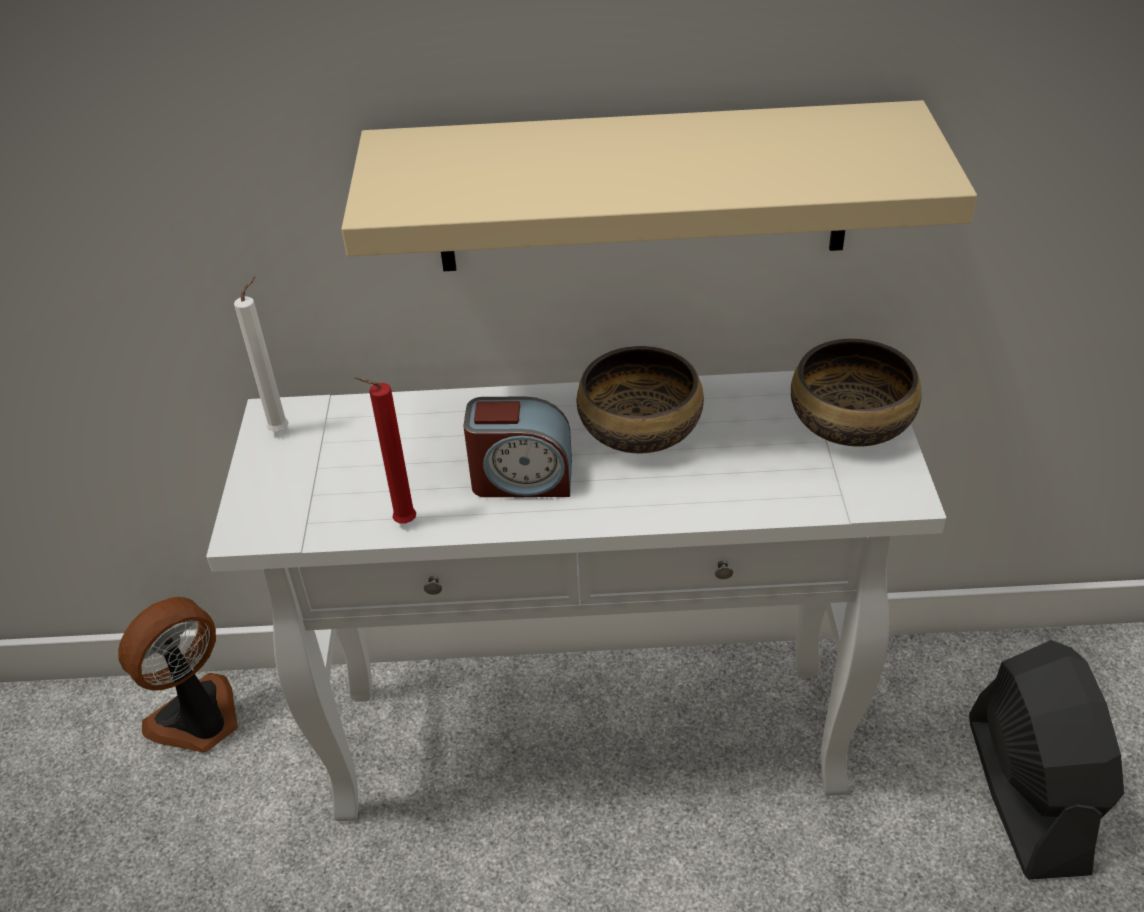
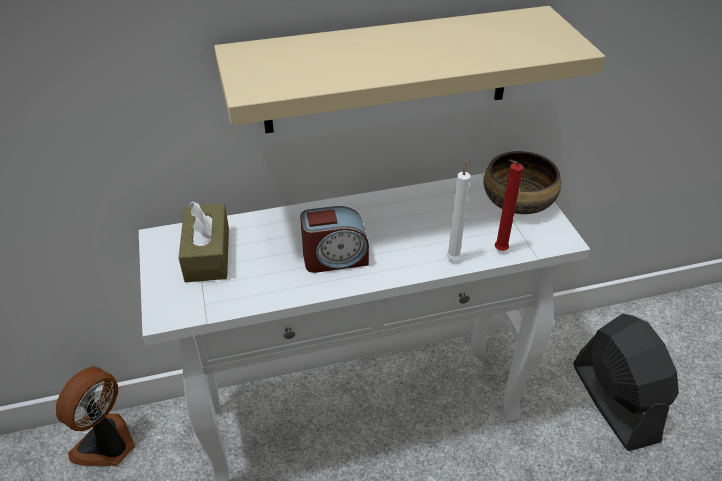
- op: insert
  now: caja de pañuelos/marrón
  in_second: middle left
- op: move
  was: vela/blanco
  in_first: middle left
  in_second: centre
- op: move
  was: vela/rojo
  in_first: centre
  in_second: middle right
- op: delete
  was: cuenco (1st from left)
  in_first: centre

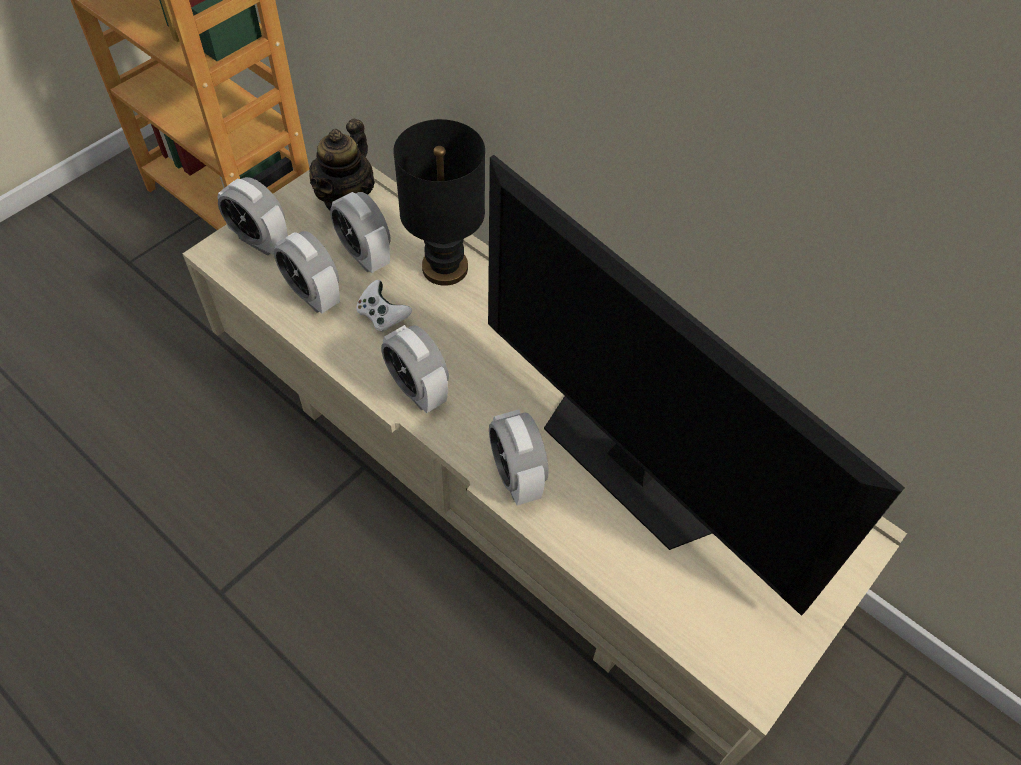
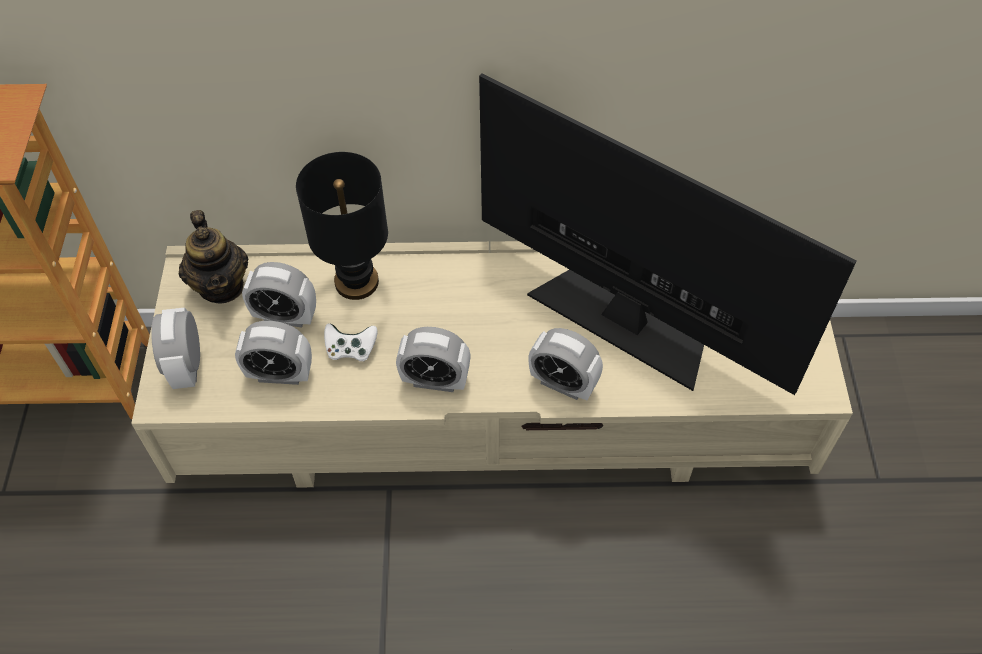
- op: rotate
  was: despertador (1st from left)
  in_first: top left
  in_second: middle left
  clockwise: 90
- op: rotate
  was: televisor
  in_first: middle right
  in_second: middle right
  clockwise: -150

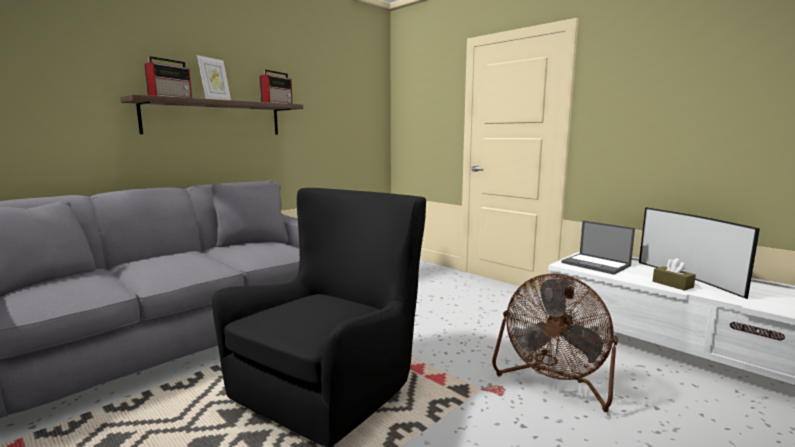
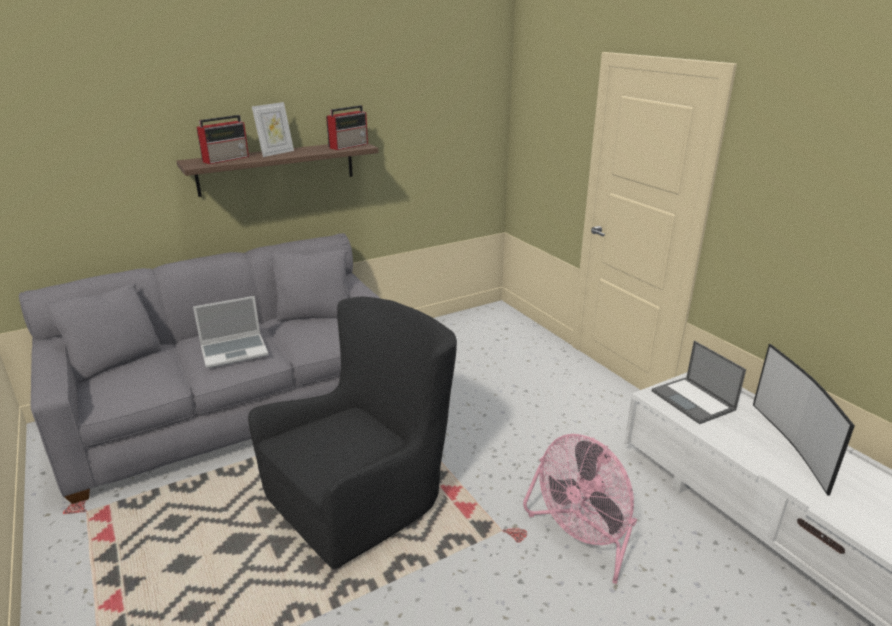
- op: insert
  now: portátil (1st from left)
  in_second: middle left
- op: recolor
  was: ventilador/marrón
  now: ventilador/rosa
  in_first: bottom right
  in_second: bottom centre
- op: delete
  was: caja de pañuelos/marrón
  in_first: middle right

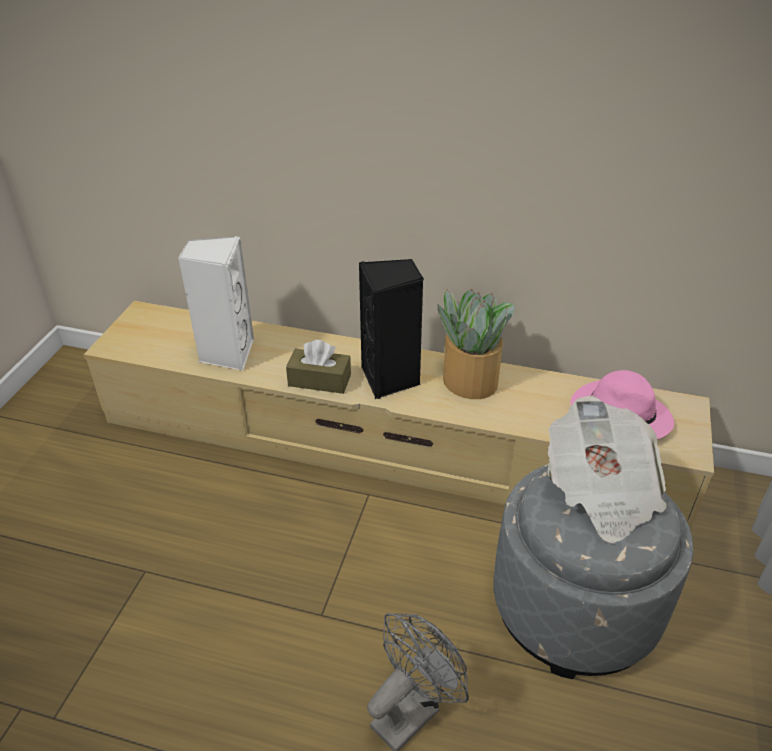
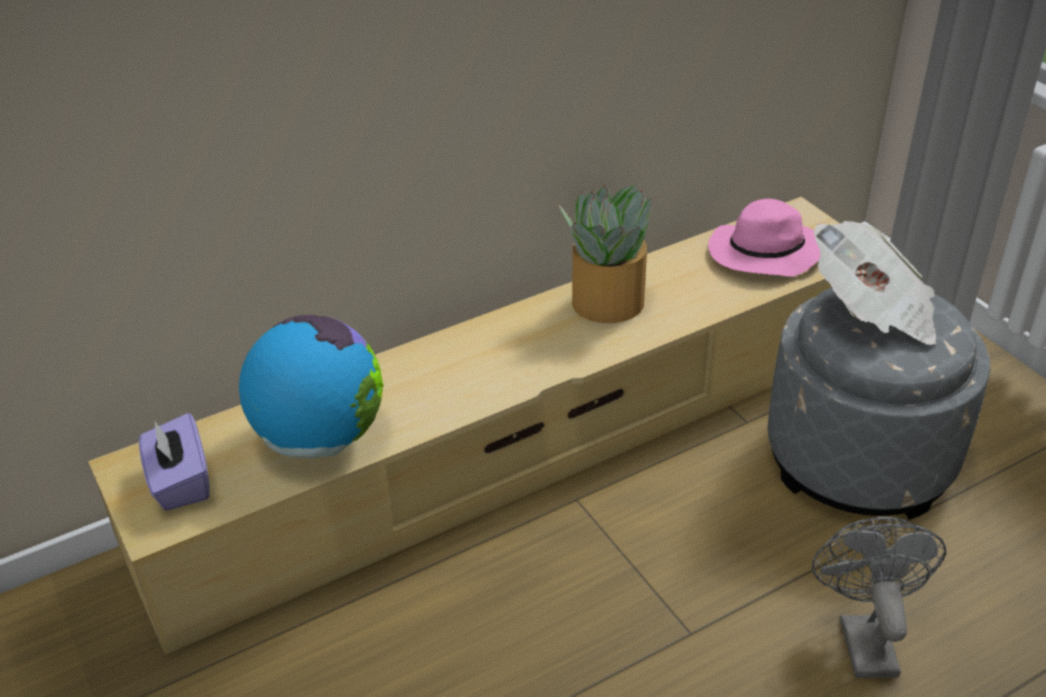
- op: insert
  now: caja de pañuelos/morado
  in_second: middle left
- op: replace
  was: altavoz/blanco
  now: globo terráqueo
  in_first: middle left
  in_second: middle left
- op: delete
  was: caja de pañuelos/marrón
  in_first: centre
- op: delete
  was: altavoz/negro
  in_first: centre

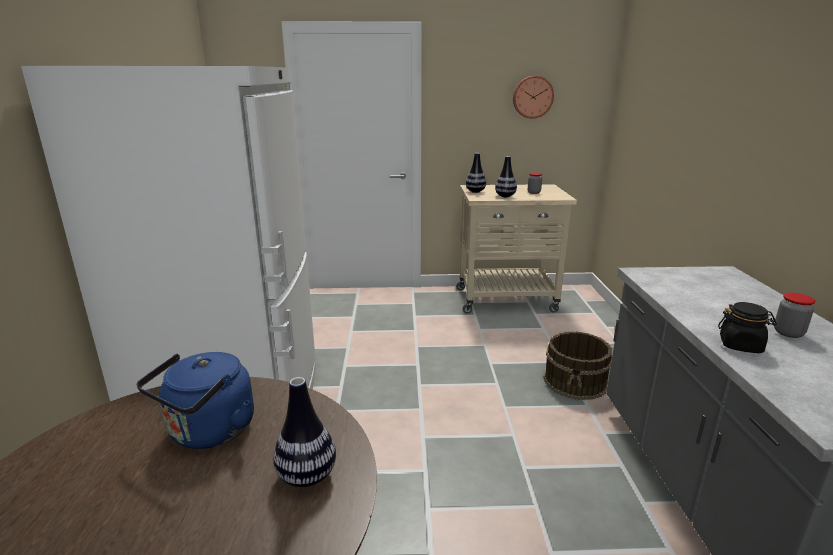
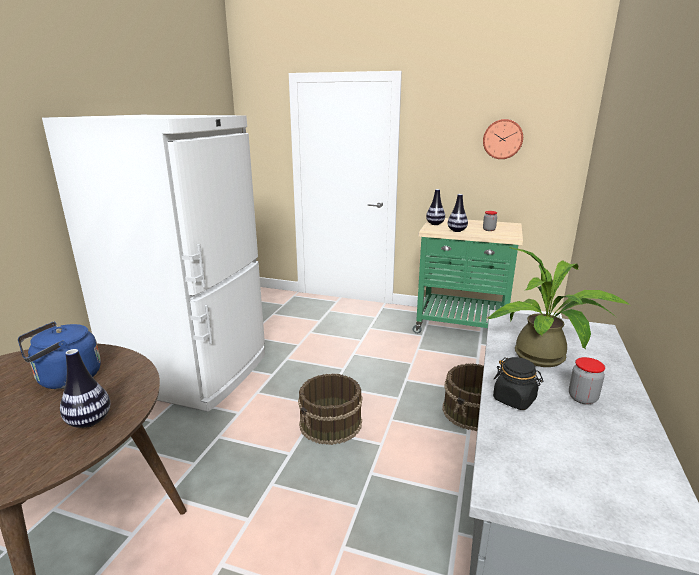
- op: insert
  now: cubo/marrón (1st from left)
  in_second: bottom centre
- op: recolor
  was: carrito/beis
  now: carrito/verde
  in_first: centre
  in_second: middle right
- op: insert
  now: planta en maceta
  in_second: middle right

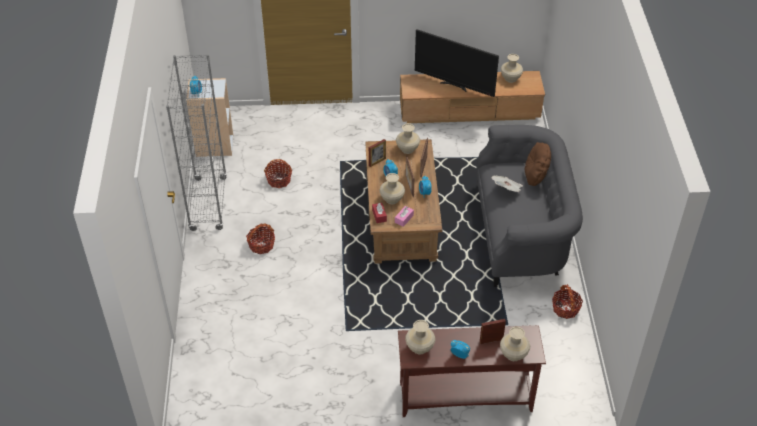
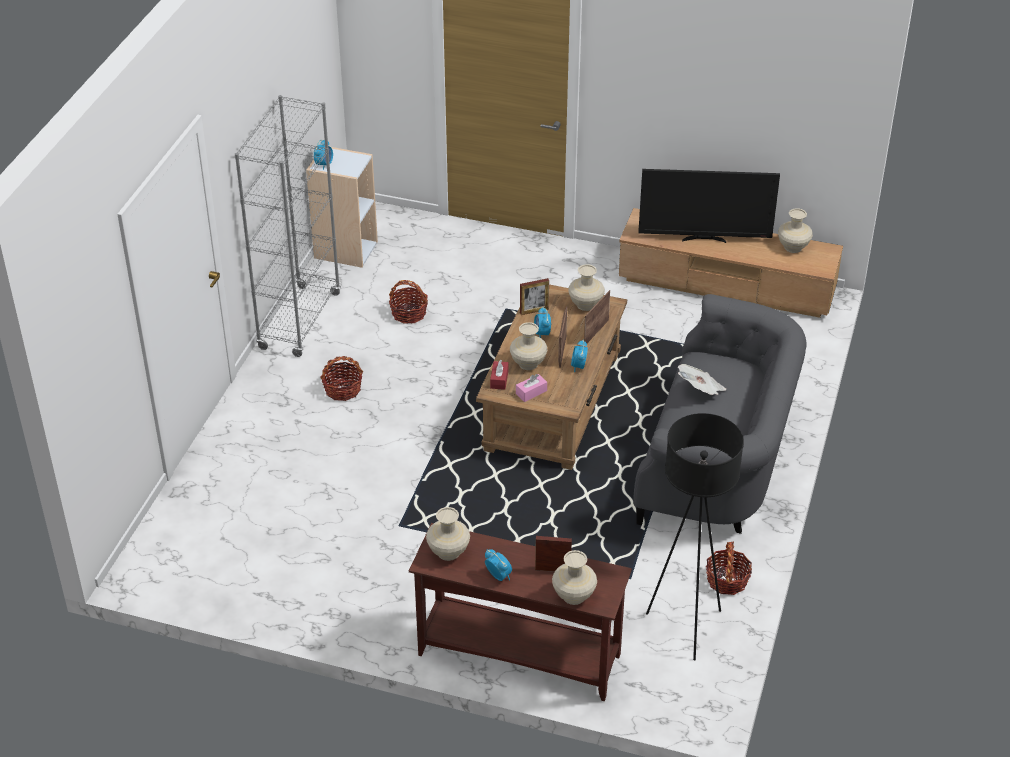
- op: rotate
  was: televisor
  in_first: top centre
  in_second: top right
  clockwise: -45
- op: insert
  now: lámpara de pie/negro
  in_second: bottom right
- op: delete
  was: cojín/marrón
  in_first: middle right

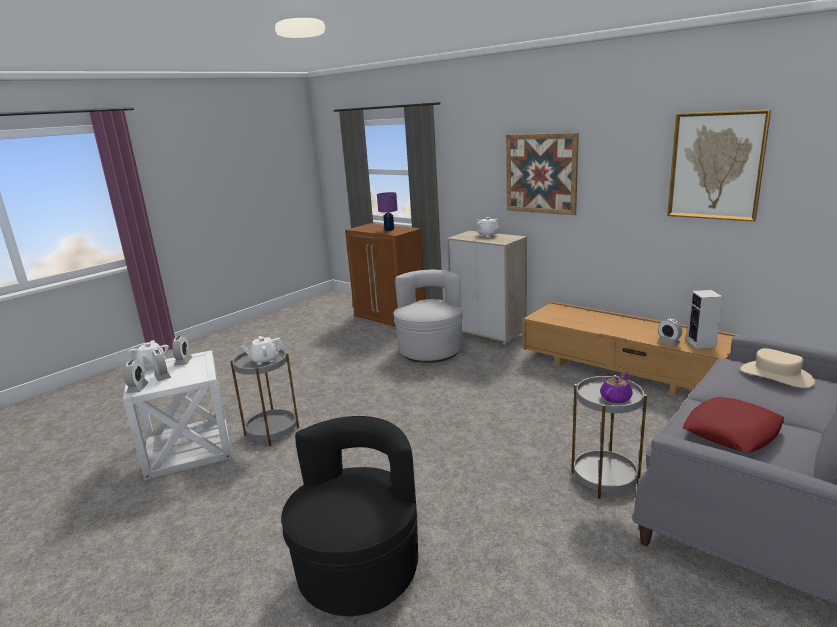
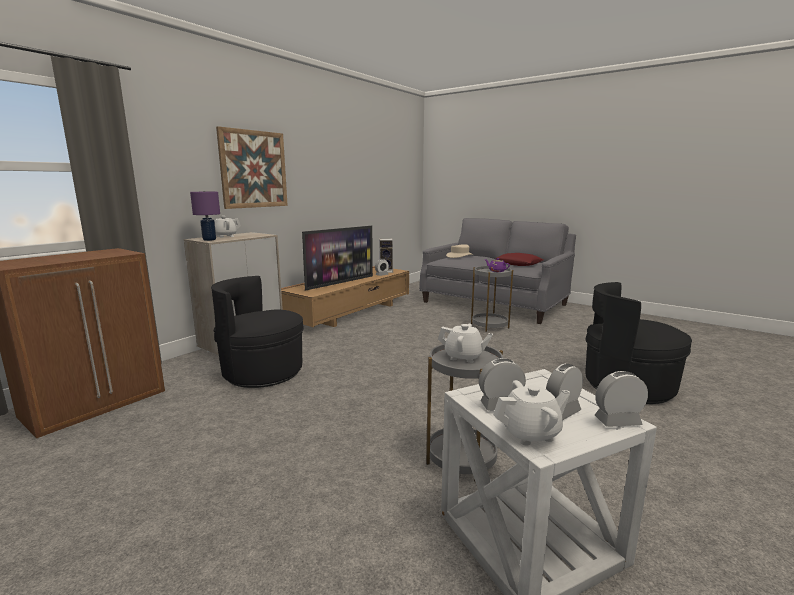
- op: move
  was: lámpara de mesa/morado
  in_first: centre
  in_second: middle left
- op: recolor
  was: sillón/blanco
  now: sillón/negro (1st from left)
  in_first: centre
  in_second: middle left
- op: insert
  now: televisor
  in_second: centre
- op: rotate
  was: tetera/blanco (2nd from left)
  in_first: middle left
  in_second: centre
  clockwise: -45
- op: delete
  was: cuadro (2nd from left)
  in_first: top right

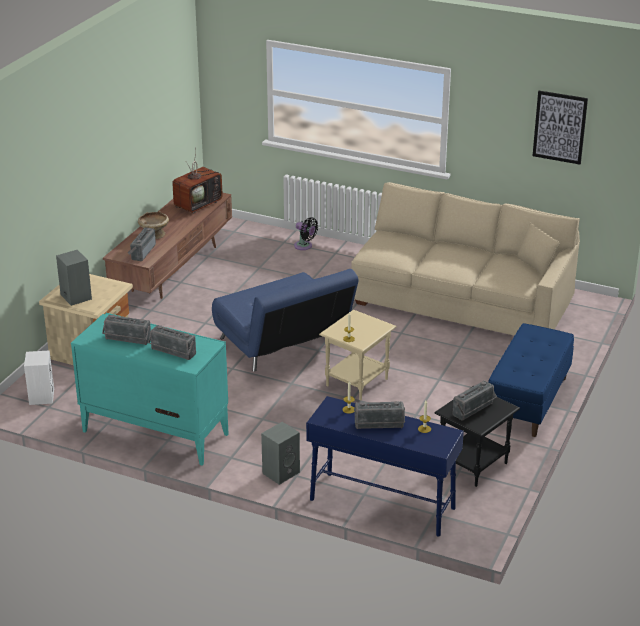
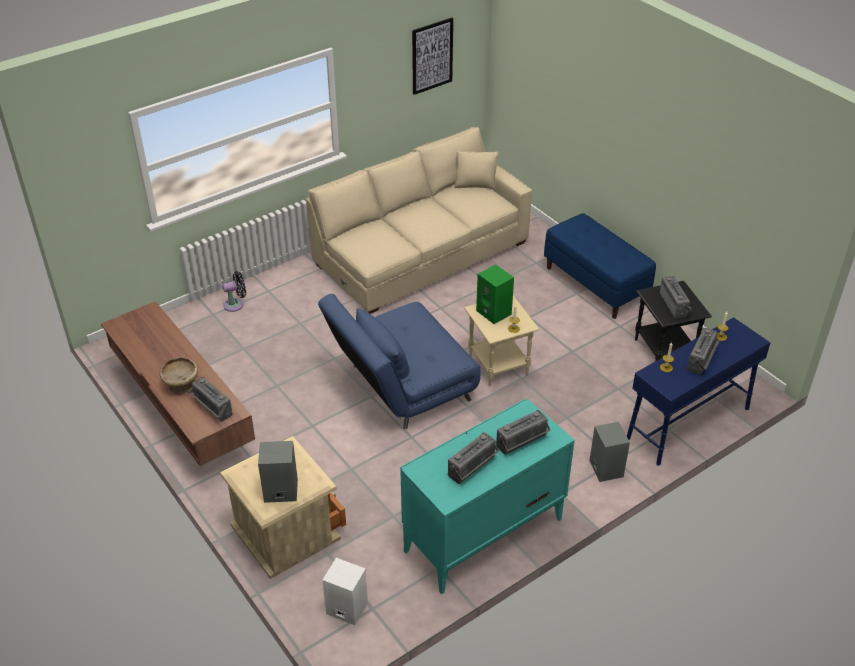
- op: rotate
  was: sillón/azul
  in_first: centre
  in_second: centre
  clockwise: 150
- op: insert
  now: altavoz/verde
  in_second: centre
- op: delete
  was: televisor
  in_first: top left

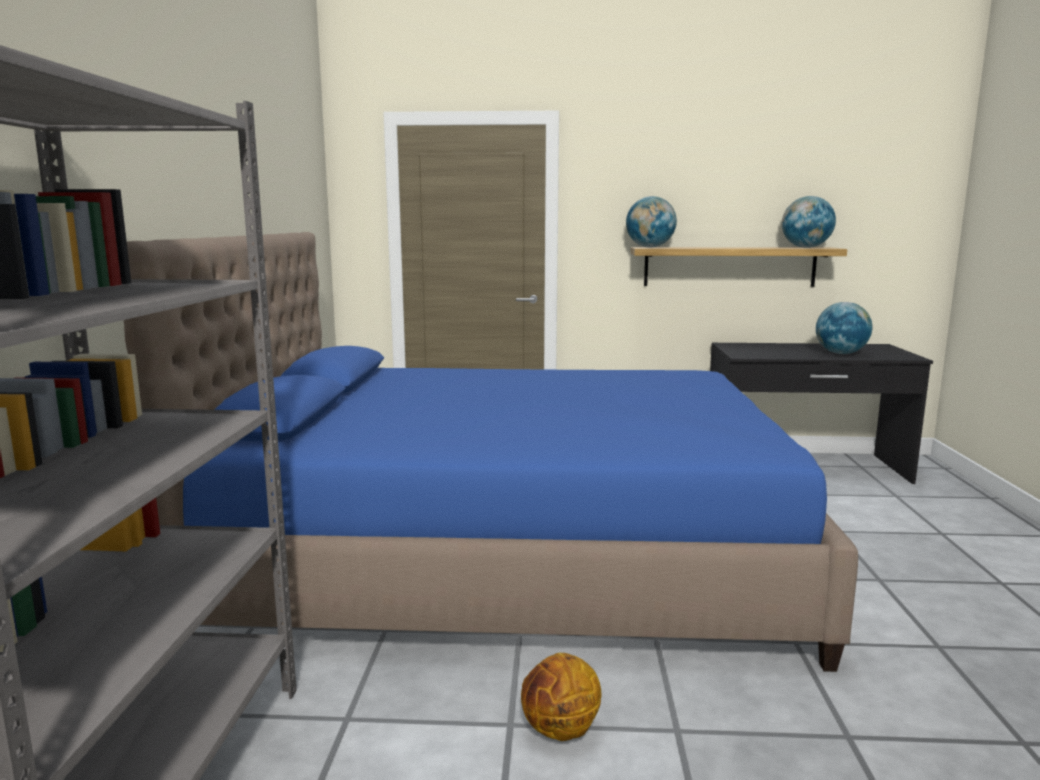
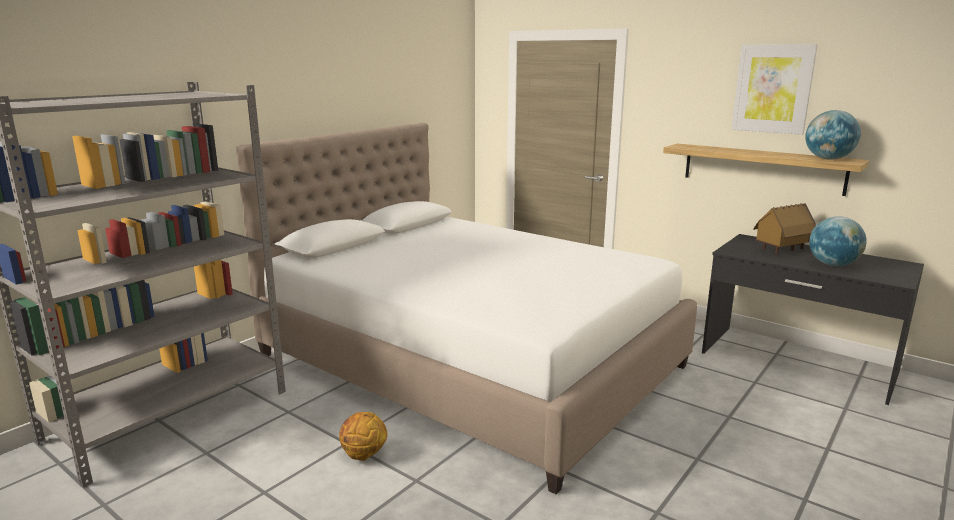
- op: recolor
  was: cama/azul
  now: cama/blanco
  in_first: centre
  in_second: centre
- op: insert
  now: cuadro
  in_second: top right
- op: insert
  now: casita
  in_second: middle right
- op: delete
  was: globo terráqueo (1st from left)
  in_first: top centre

